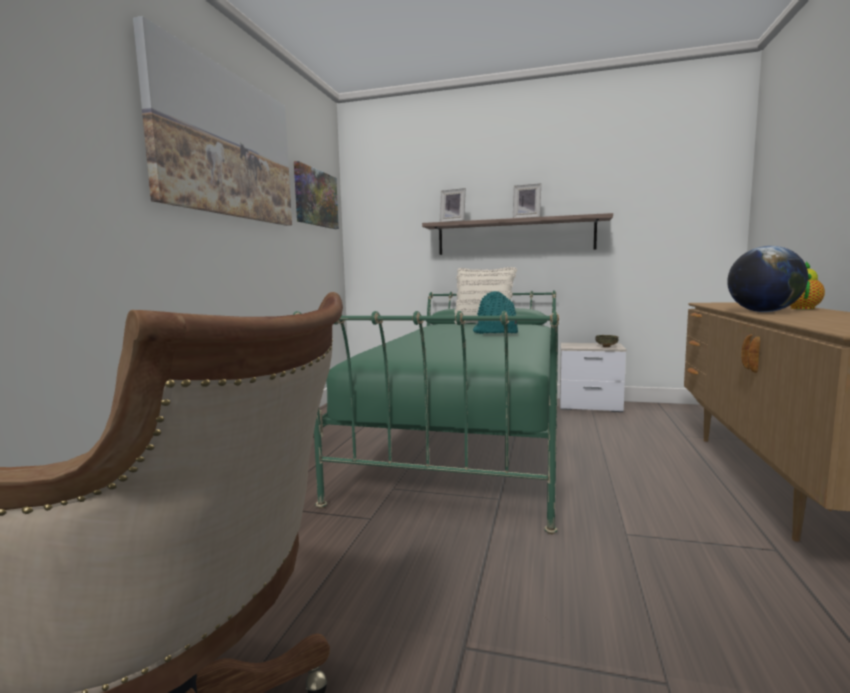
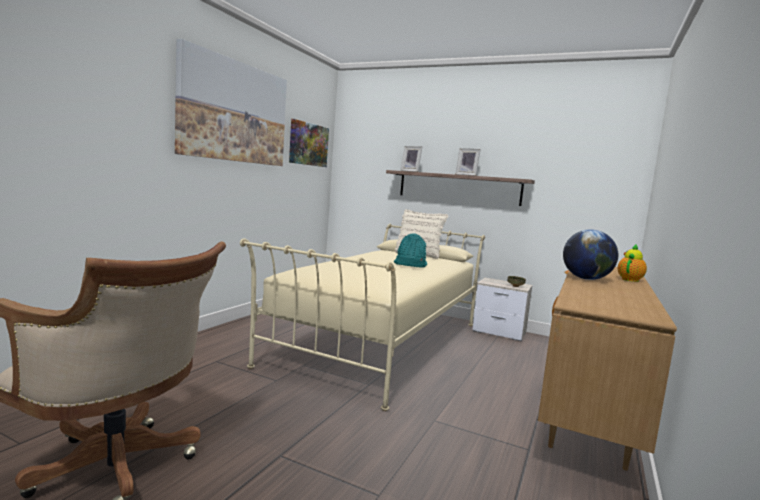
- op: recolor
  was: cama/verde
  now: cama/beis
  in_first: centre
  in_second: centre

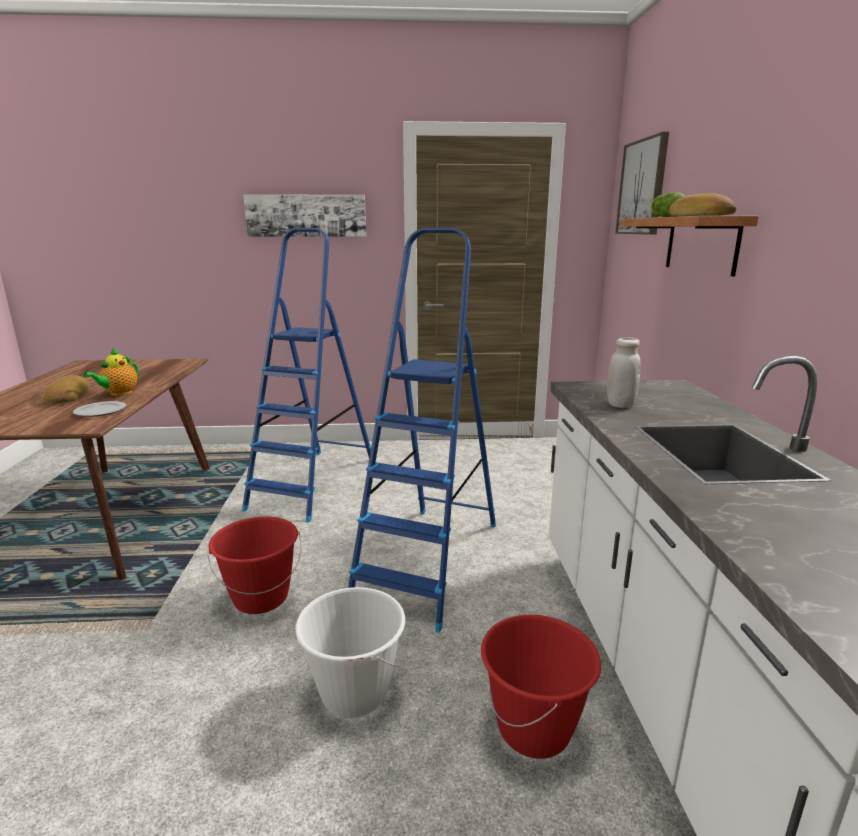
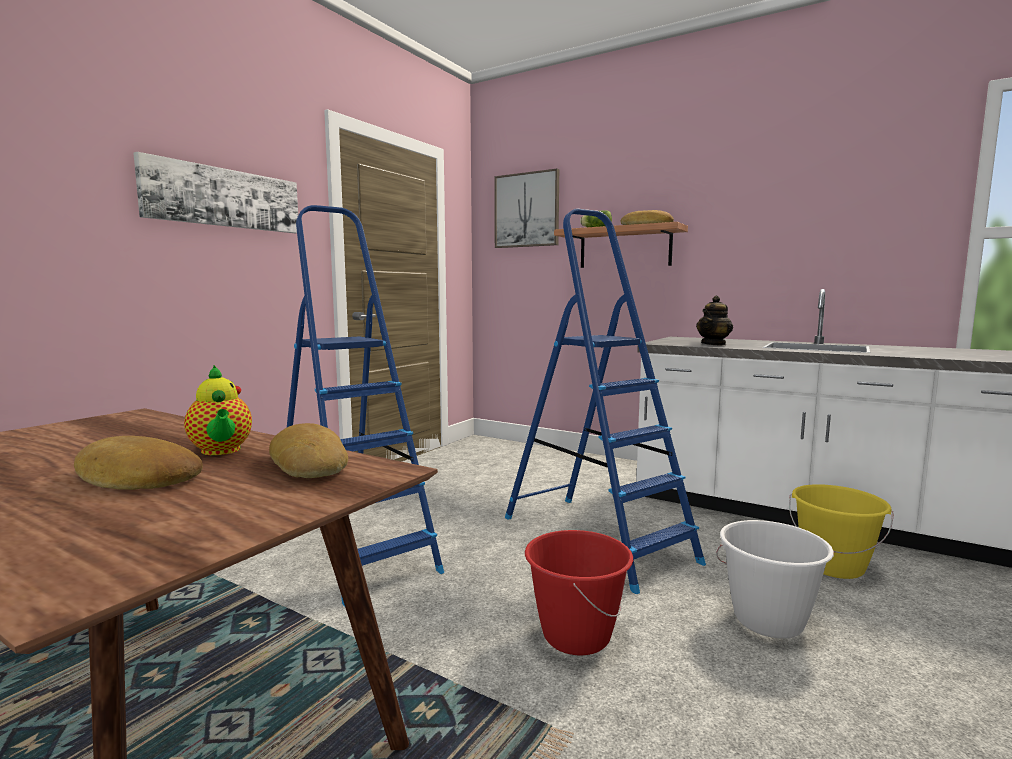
- op: replace
  was: plato
  now: pan (2nd from left)
  in_first: middle left
  in_second: middle left
- op: replace
  was: tarro/blanco
  now: tetera (2nd from left)
  in_first: middle right
  in_second: middle right
- op: recolor
  was: cubo/rojo (2nd from left)
  now: cubo/amarillo
  in_first: bottom centre
  in_second: bottom right

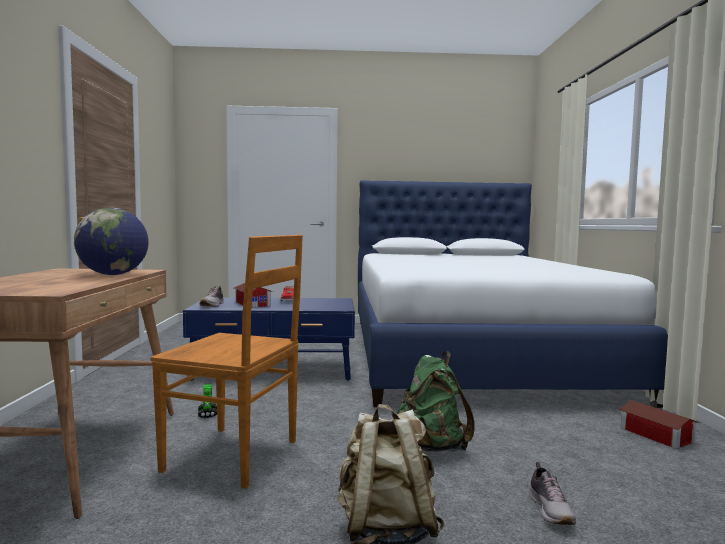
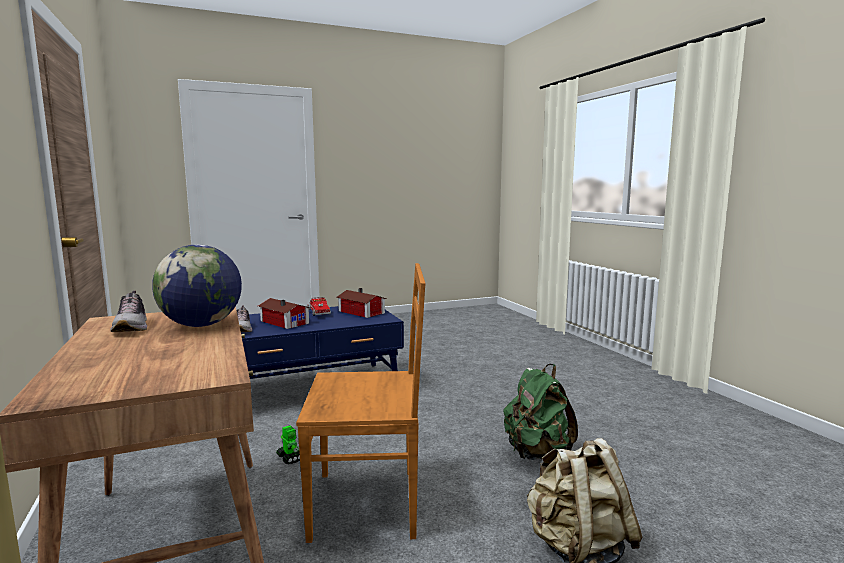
- op: move
  was: zapato (2nd from left in the first image)
  now: zapato (1st from left)
  in_first: bottom right
  in_second: middle left
- op: move
  was: casita (2nd from left)
  in_first: bottom right
  in_second: centre
- op: delete
  was: cama/blanco
  in_first: middle right

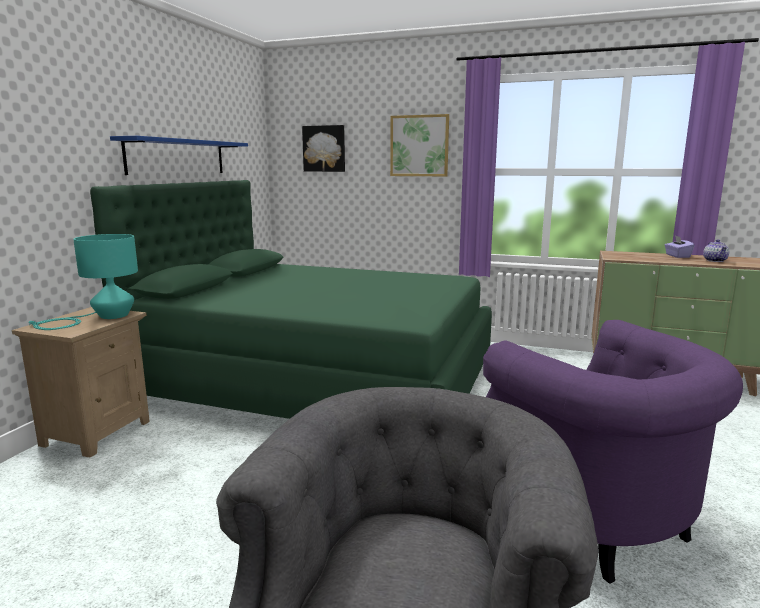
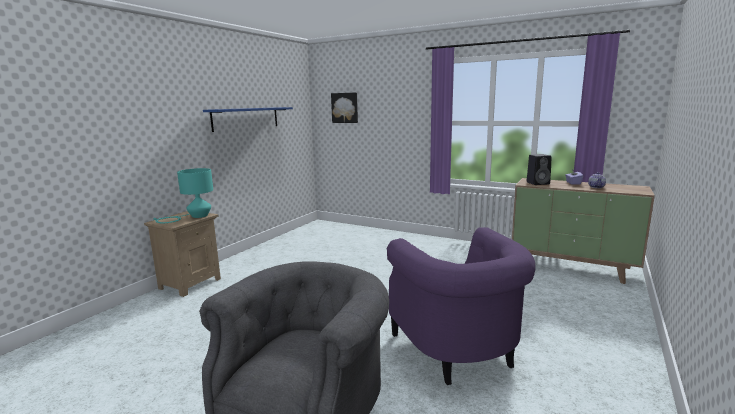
- op: insert
  now: altavoz/negro
  in_second: middle right
- op: delete
  was: cama/verde
  in_first: centre
- op: delete
  was: cuadro (2nd from left)
  in_first: top centre

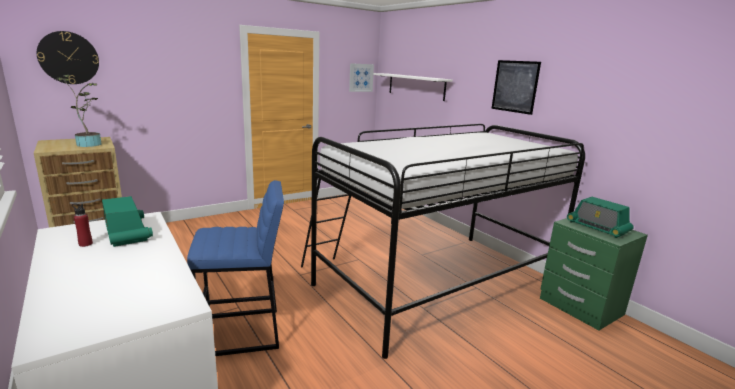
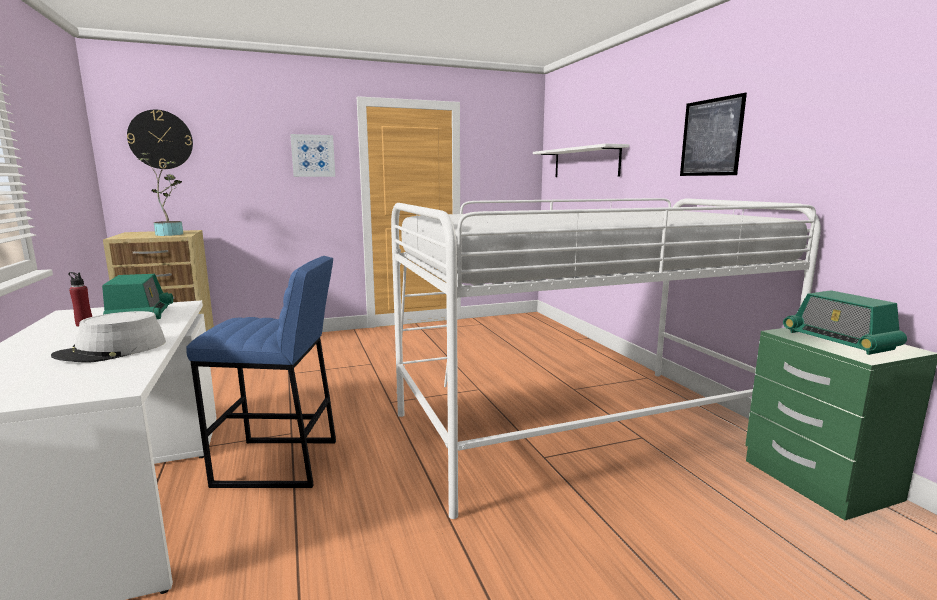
- op: insert
  now: sombrero/gris
  in_second: middle left
- op: move
  was: cuadro (1st from left)
  in_first: top centre
  in_second: top left
- op: recolor
  was: cama/negro
  now: cama/blanco
  in_first: centre
  in_second: centre

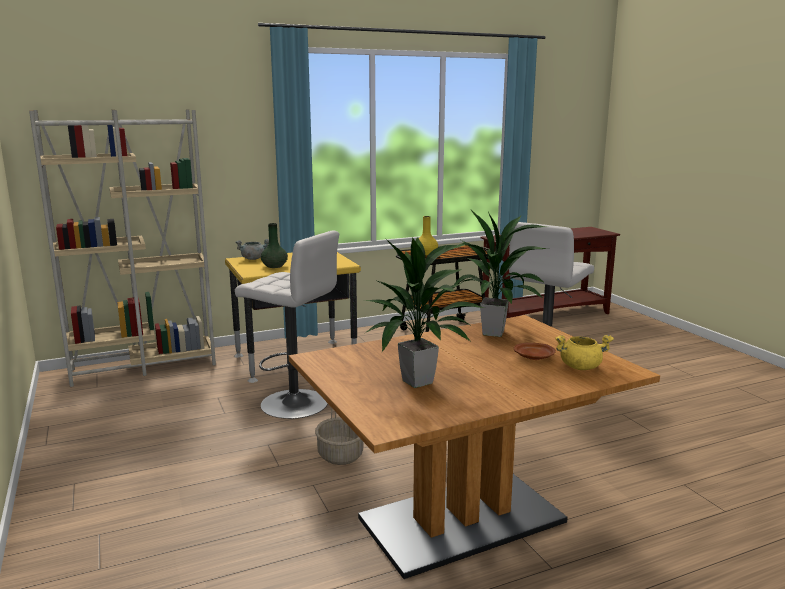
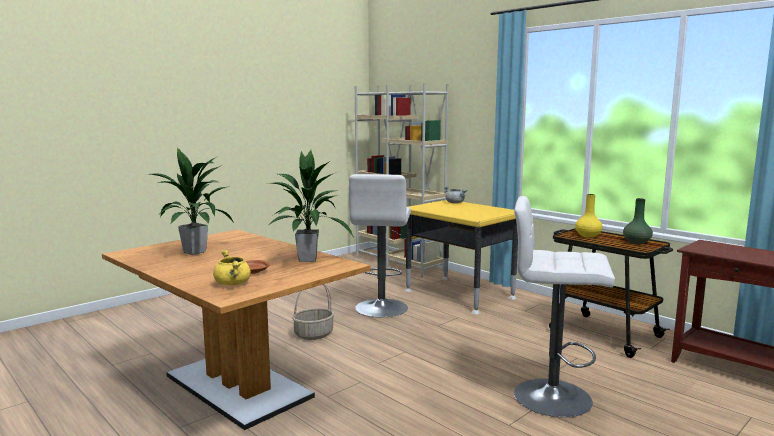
- op: move
  was: florero/verde
  in_first: centre
  in_second: middle right

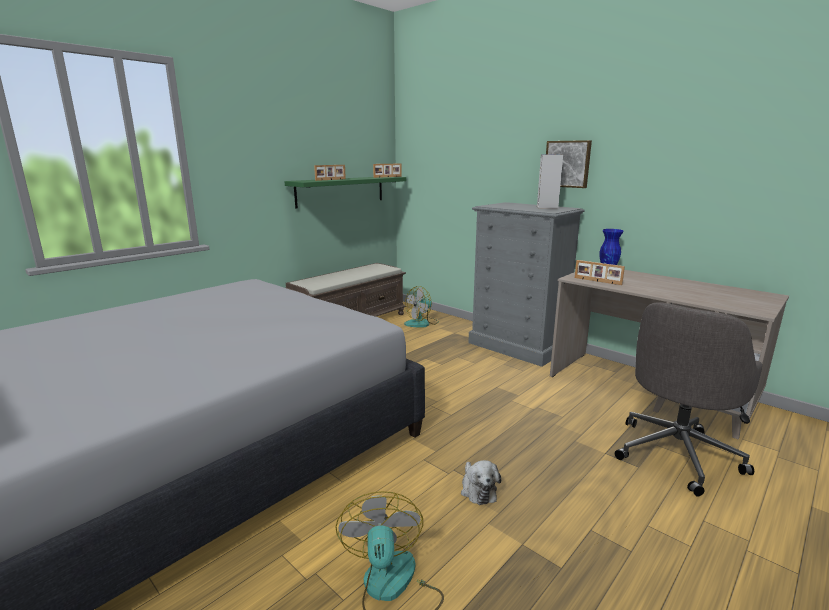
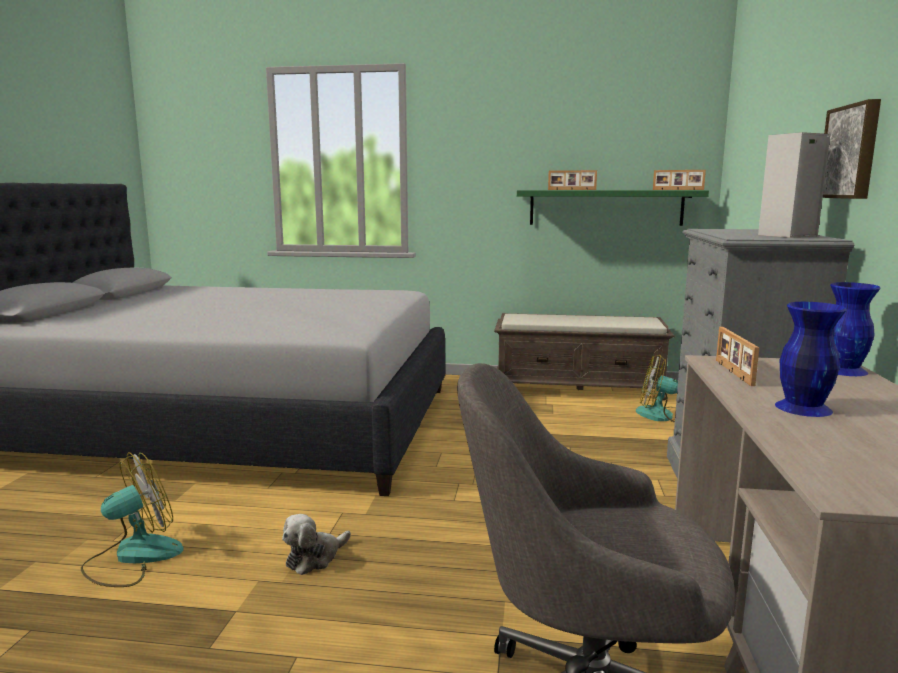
- op: insert
  now: florero/azul (1st from left)
  in_second: middle right

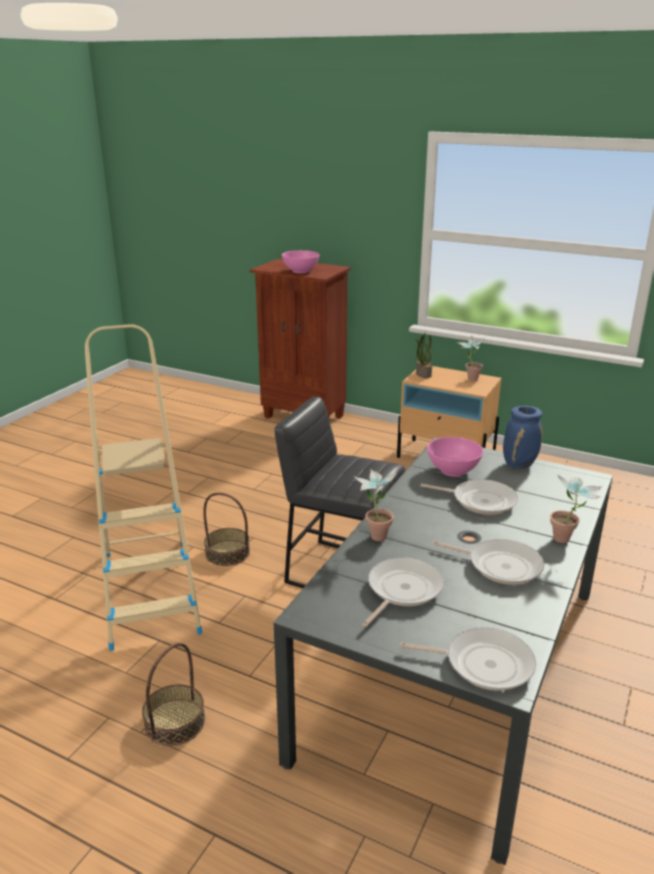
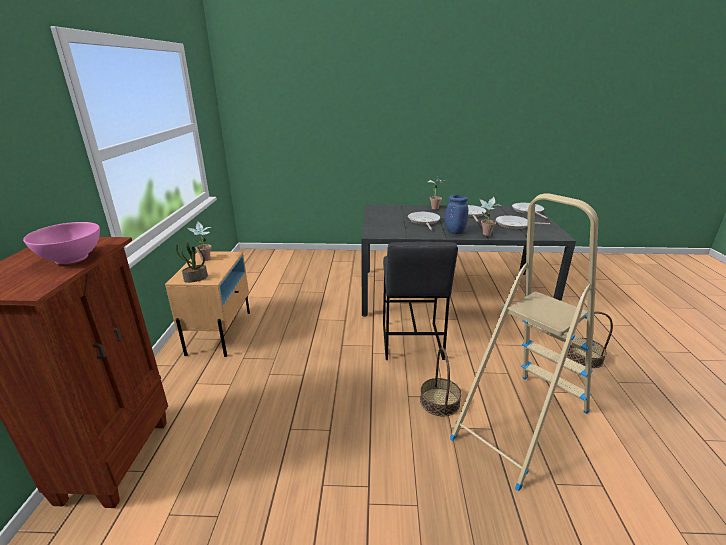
- op: move
  was: florero/azul
  in_first: middle right
  in_second: centre
- op: delete
  was: cuenco/rosa (2nd from left)
  in_first: middle right

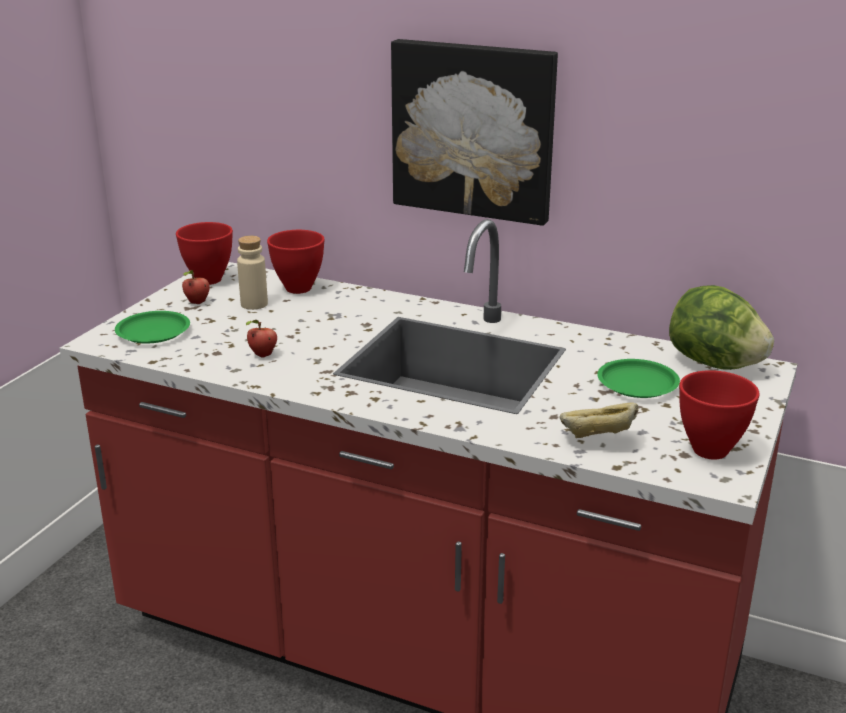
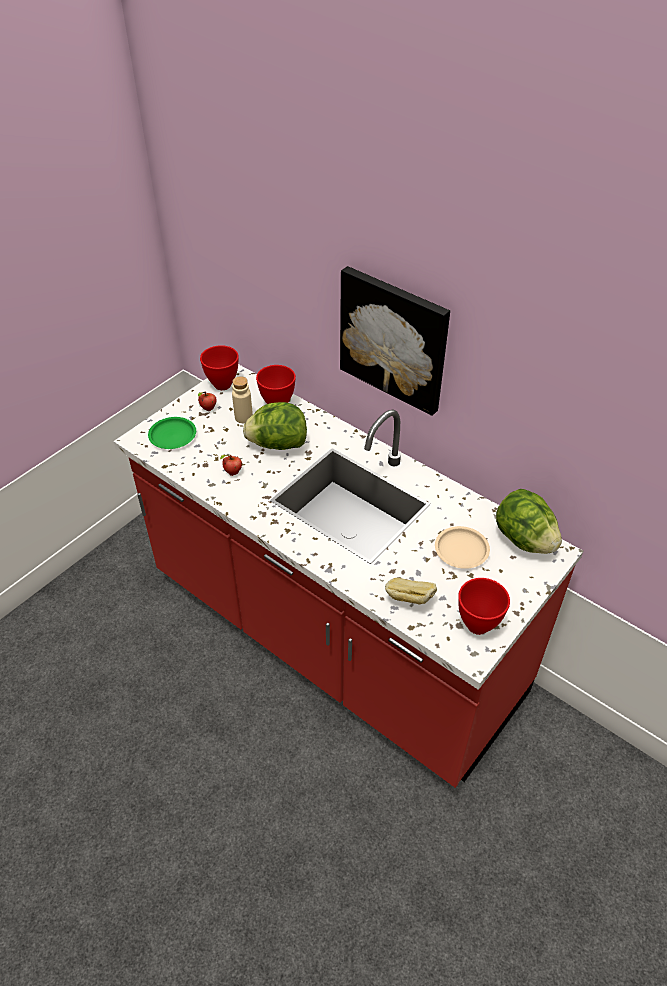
- op: insert
  now: lechuga (1st from left)
  in_second: centre
- op: recolor
  was: plato/verde (2nd from left)
  now: plato/beis
  in_first: middle right
  in_second: middle right

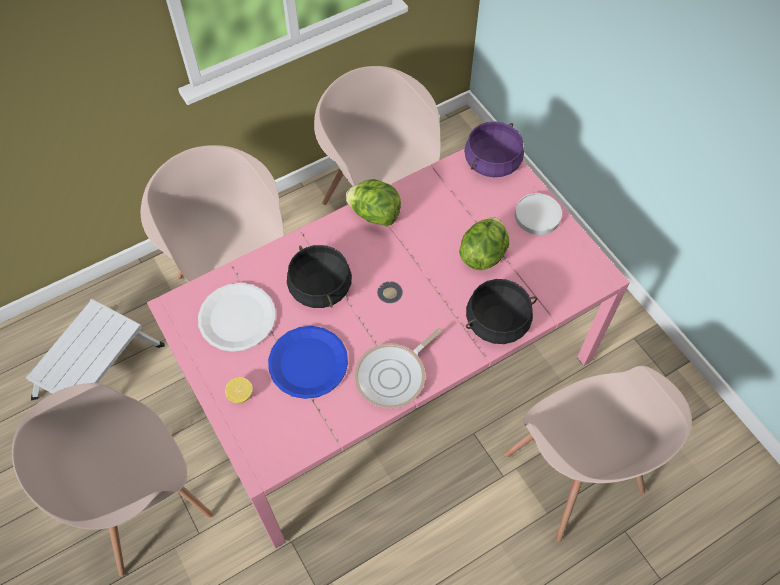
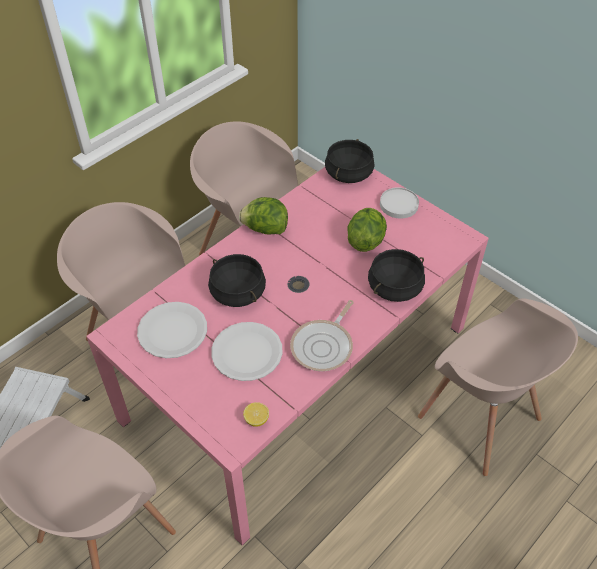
- op: recolor
  was: plato/azul
  now: plato/blanco (2nd from left)
  in_first: centre
  in_second: centre
- op: move
  was: limón
  in_first: bottom left
  in_second: bottom centre
- op: recolor
  was: olla/morado
  now: olla/negro (2nd from left)
  in_first: top centre
  in_second: top centre

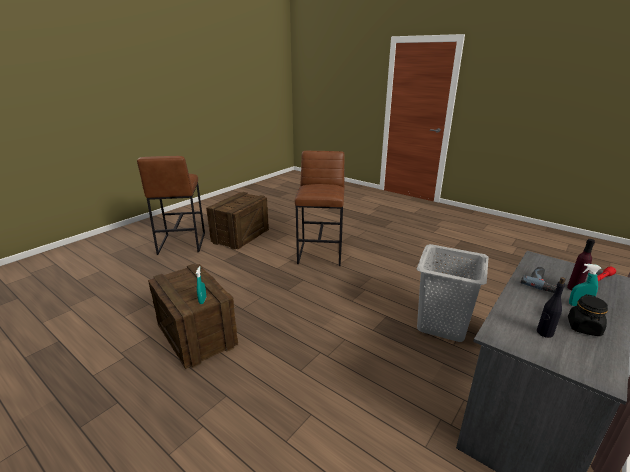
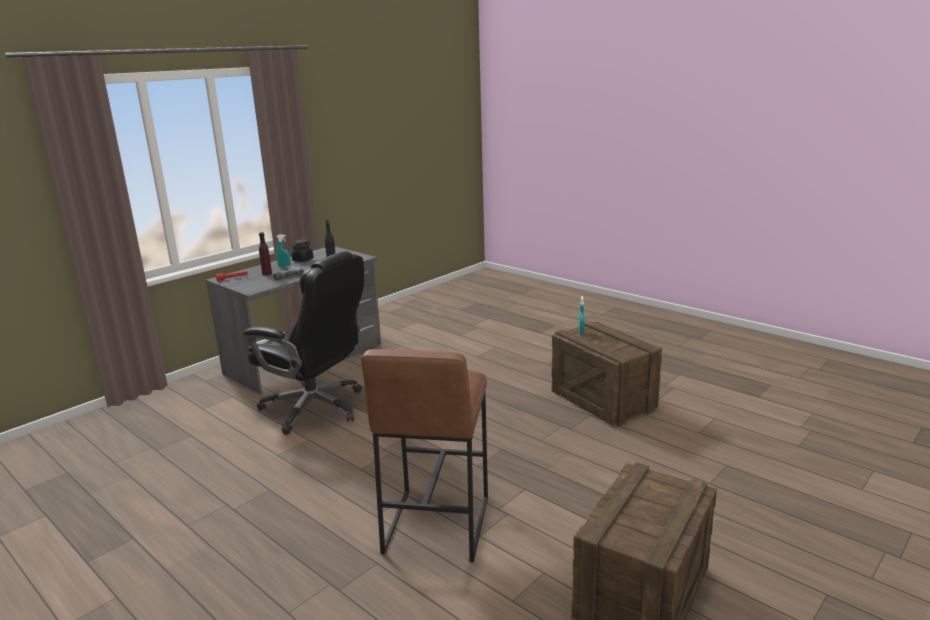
- op: replace
  was: cesto de la ropa/gris
  now: silla de oficina/negro
  in_first: middle right
  in_second: middle left
- op: delete
  was: taburete/marrón (1st from left)
  in_first: middle left

